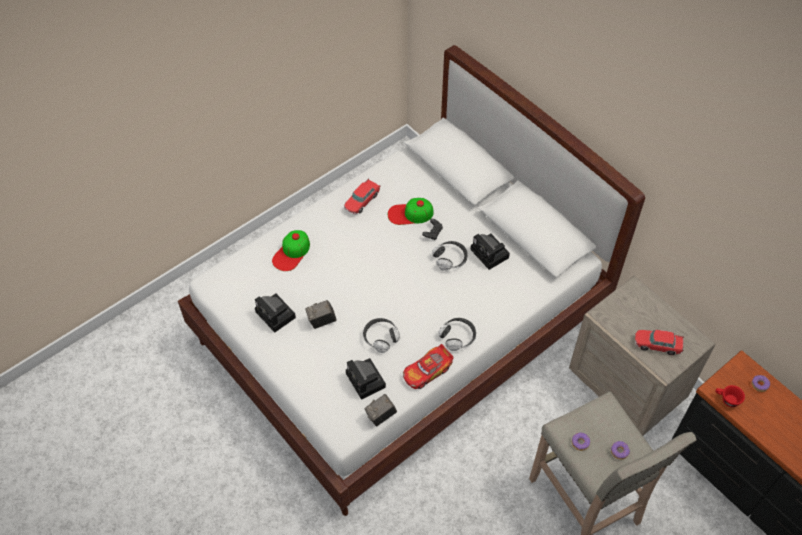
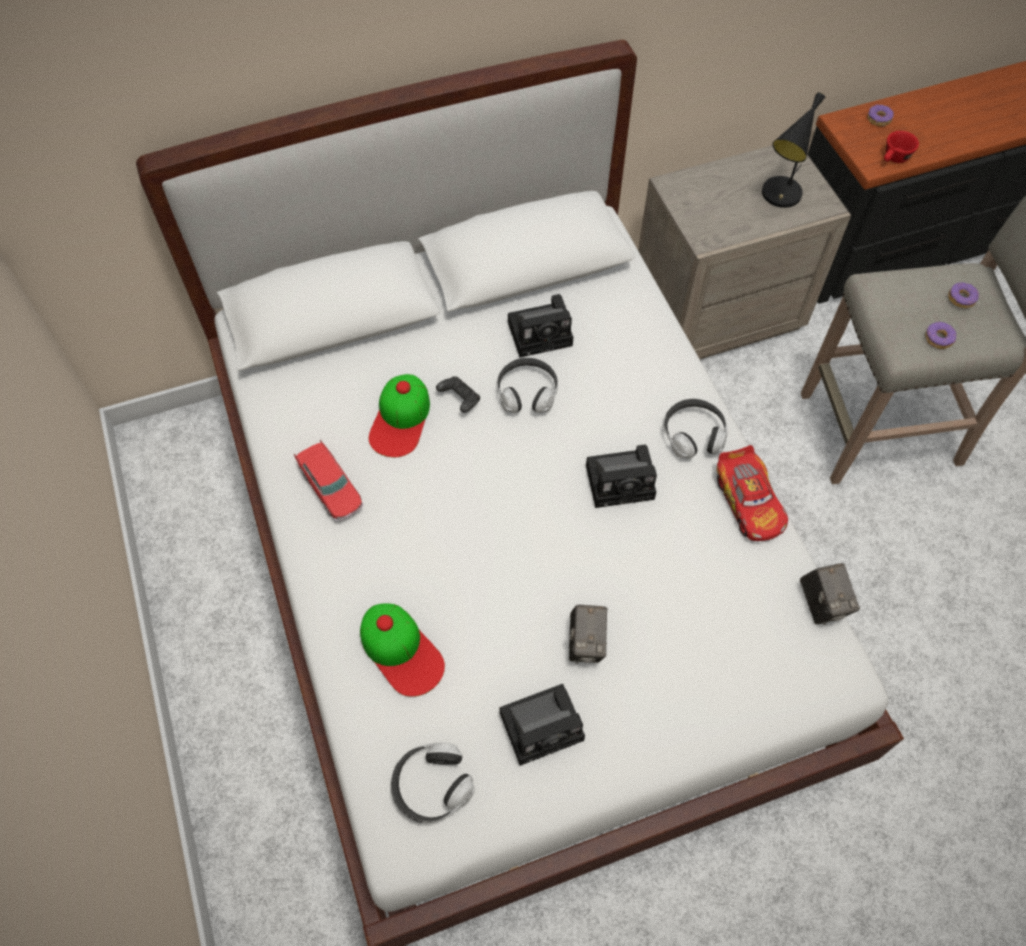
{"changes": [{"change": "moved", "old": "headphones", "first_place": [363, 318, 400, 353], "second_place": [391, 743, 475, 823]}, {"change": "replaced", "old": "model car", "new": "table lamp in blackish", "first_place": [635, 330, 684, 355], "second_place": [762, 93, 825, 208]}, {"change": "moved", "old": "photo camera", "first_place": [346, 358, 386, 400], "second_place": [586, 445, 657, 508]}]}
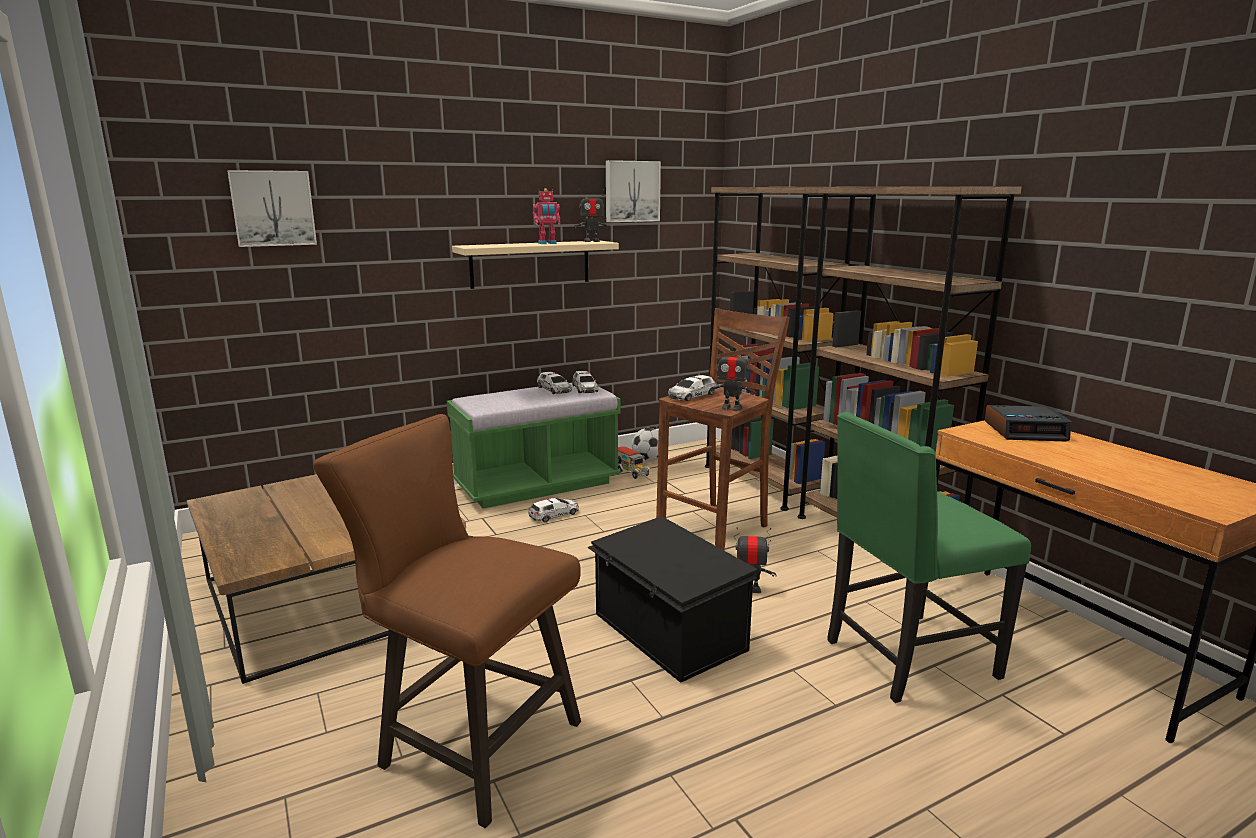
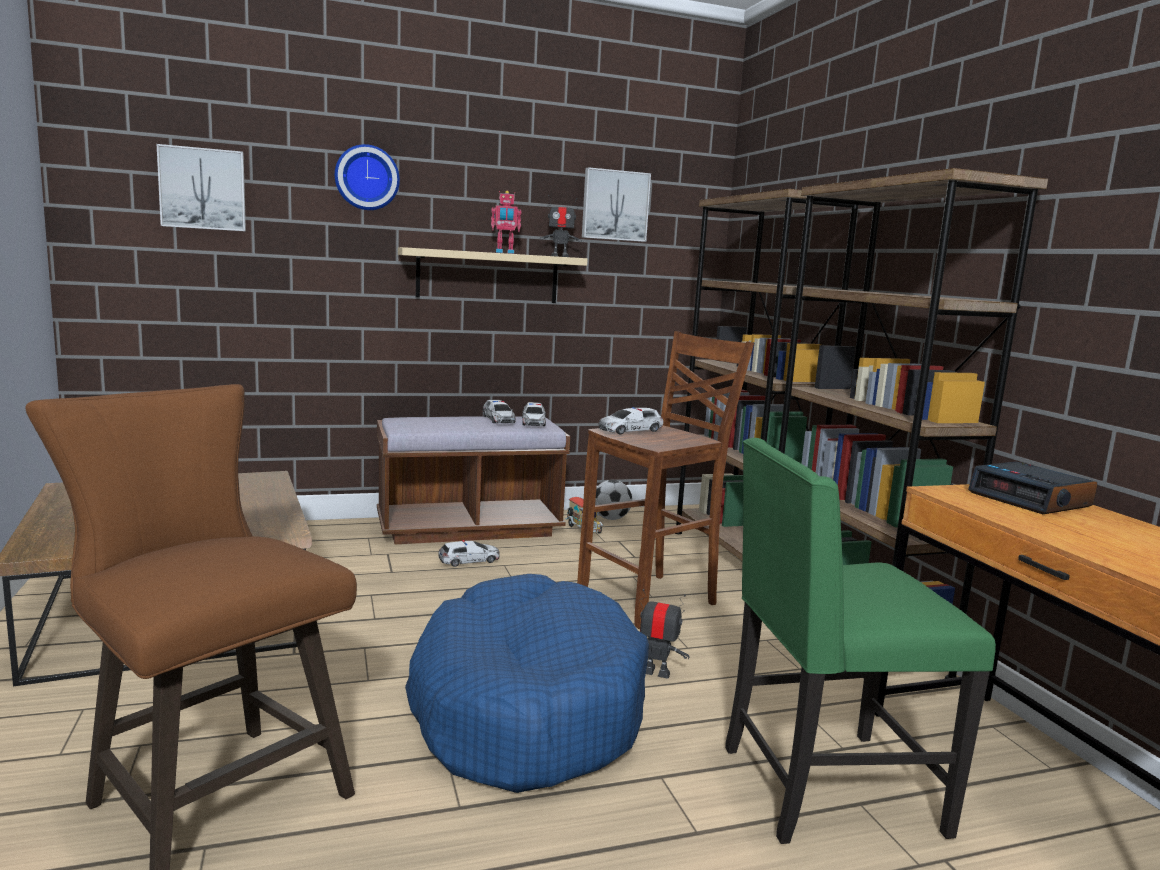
{"changes": [{"change": "removed", "old": "model robot", "first_place": [710, 344, 756, 411]}, {"change": "recoloured", "old": "indoor bench in greenish", "new": "indoor bench in brownish", "first_place": [447, 383, 621, 509], "second_place": [377, 416, 570, 544]}, {"change": "turned", "old": "bedside clock", "first_place": [985, 405, 1071, 441], "second_place": [968, 461, 1098, 514], "degrees": 45}, {"change": "replaced", "old": "storage bin in blackish", "new": "dog cushion in blue-coloured", "first_place": [587, 516, 758, 683], "second_place": [405, 574, 649, 793]}, {"change": "added", "new": "hanging clock", "second_place": [335, 144, 400, 210]}]}
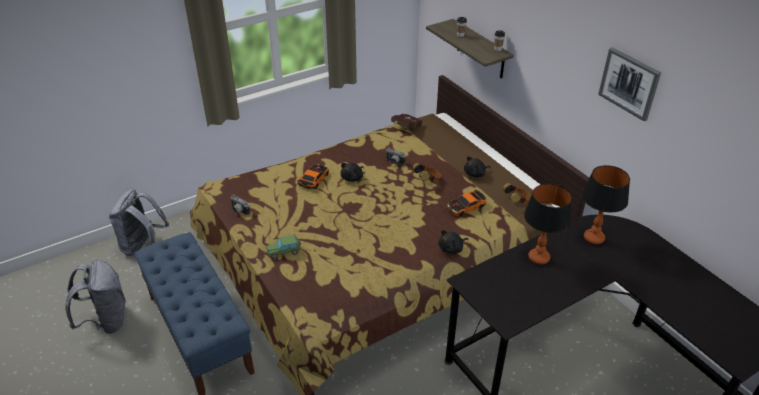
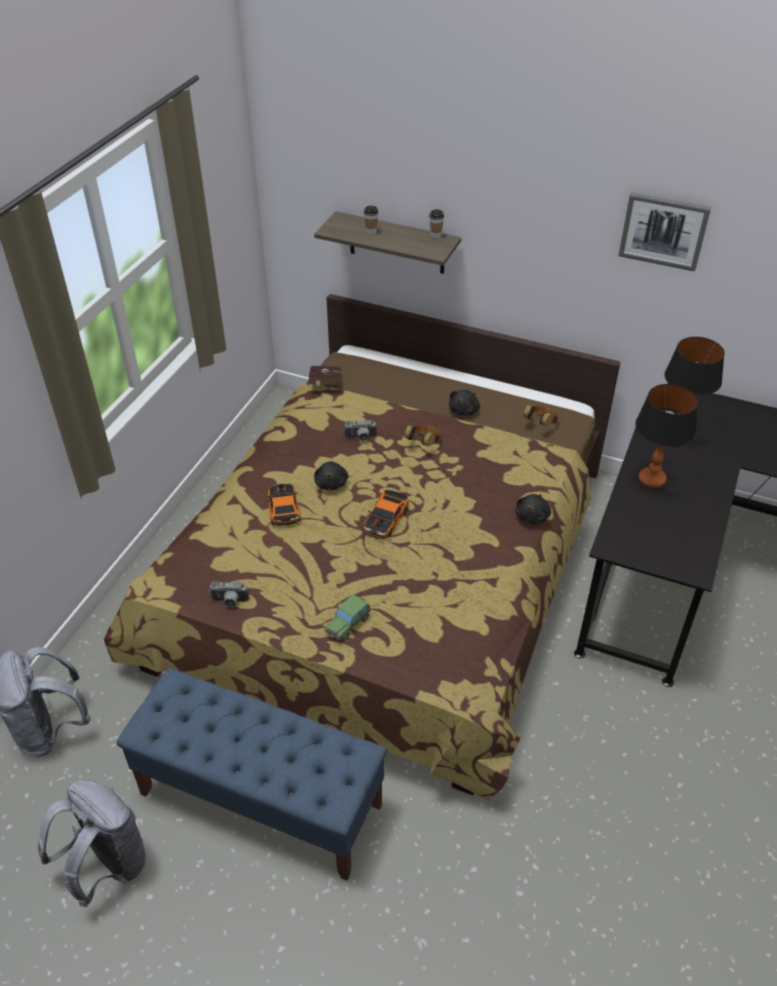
{"changes": [{"change": "moved", "old": "model car", "first_place": [447, 190, 486, 216], "second_place": [363, 490, 409, 539]}]}
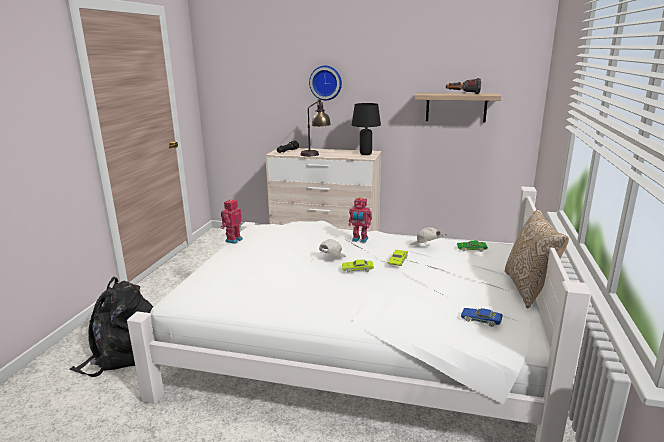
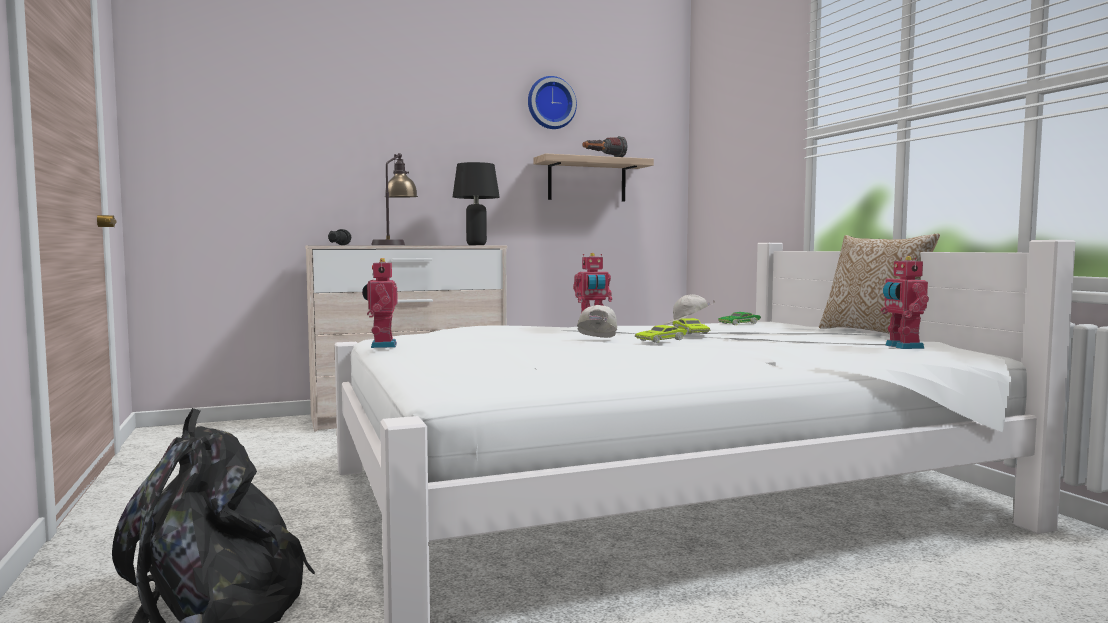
{"changes": [{"change": "moved", "old": "hanging clock", "first_place": [309, 66, 342, 100], "second_place": [528, 76, 577, 129]}, {"change": "replaced", "old": "model car in blue-coloured", "new": "model robot", "first_place": [461, 308, 503, 327], "second_place": [881, 256, 929, 349]}]}
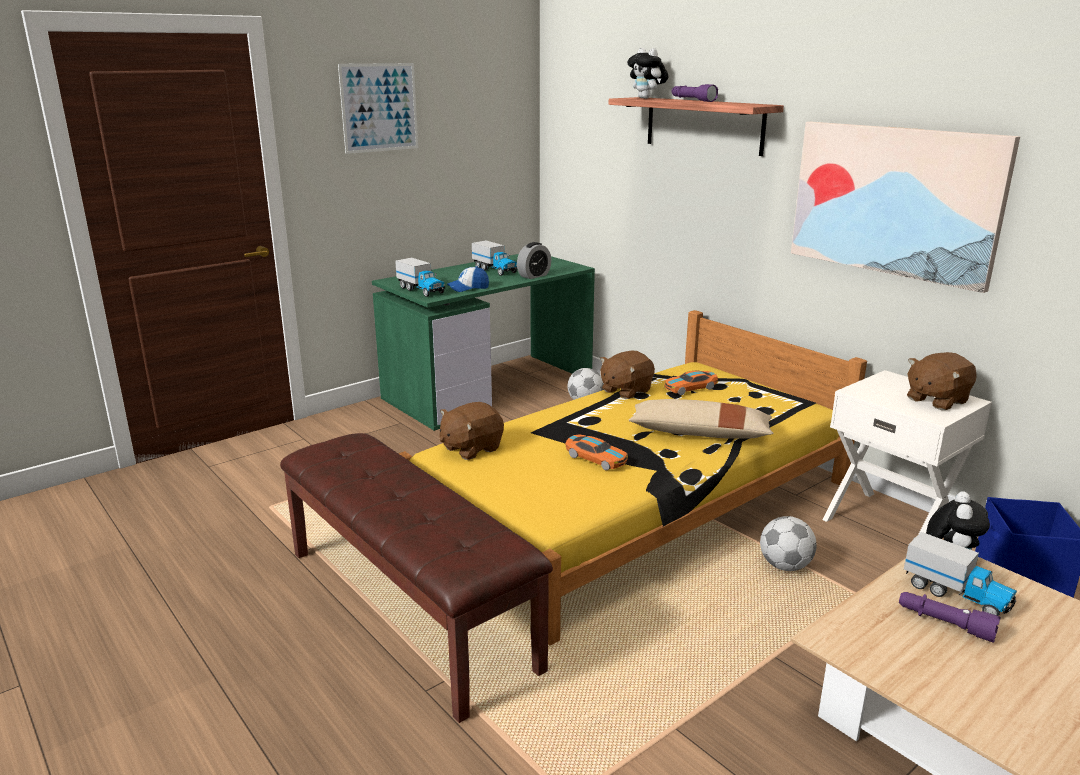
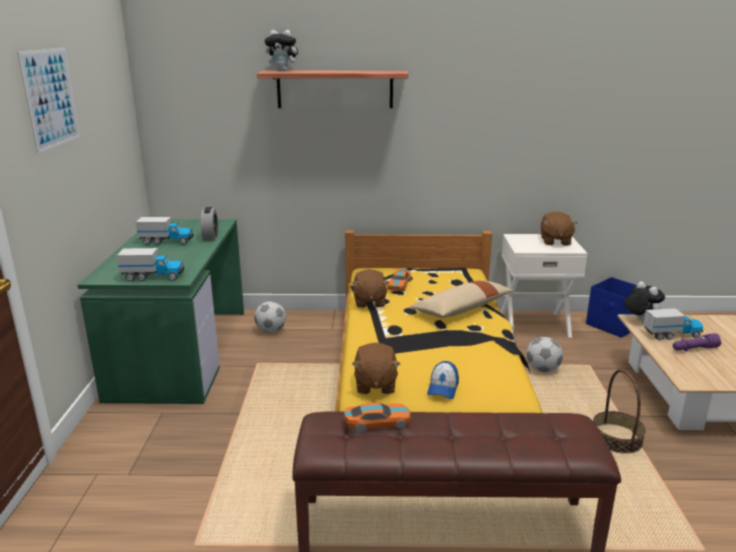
{"changes": [{"change": "removed", "old": "flashlight in purple", "first_place": [672, 84, 718, 102]}, {"change": "removed", "old": "picture", "first_place": [791, 122, 1020, 293]}, {"change": "moved", "old": "baseball cap", "first_place": [447, 266, 489, 292], "second_place": [427, 361, 459, 399]}, {"change": "moved", "old": "model car", "first_place": [565, 434, 628, 470], "second_place": [344, 403, 411, 433]}, {"change": "added", "new": "basket", "second_place": [593, 369, 646, 454]}]}
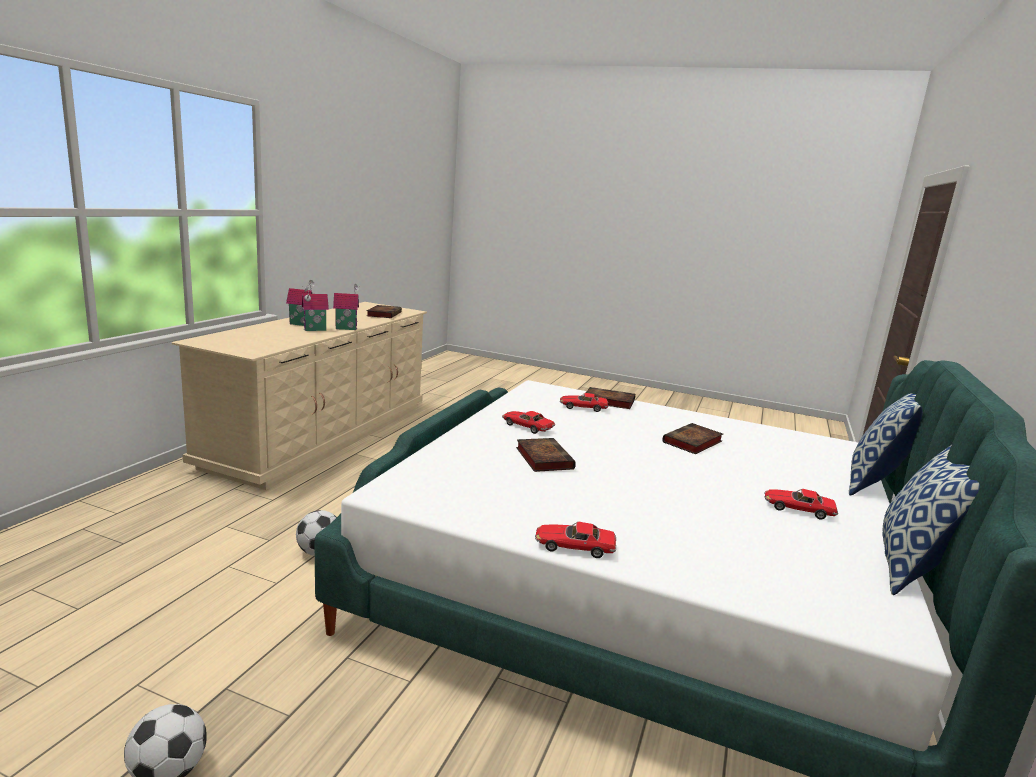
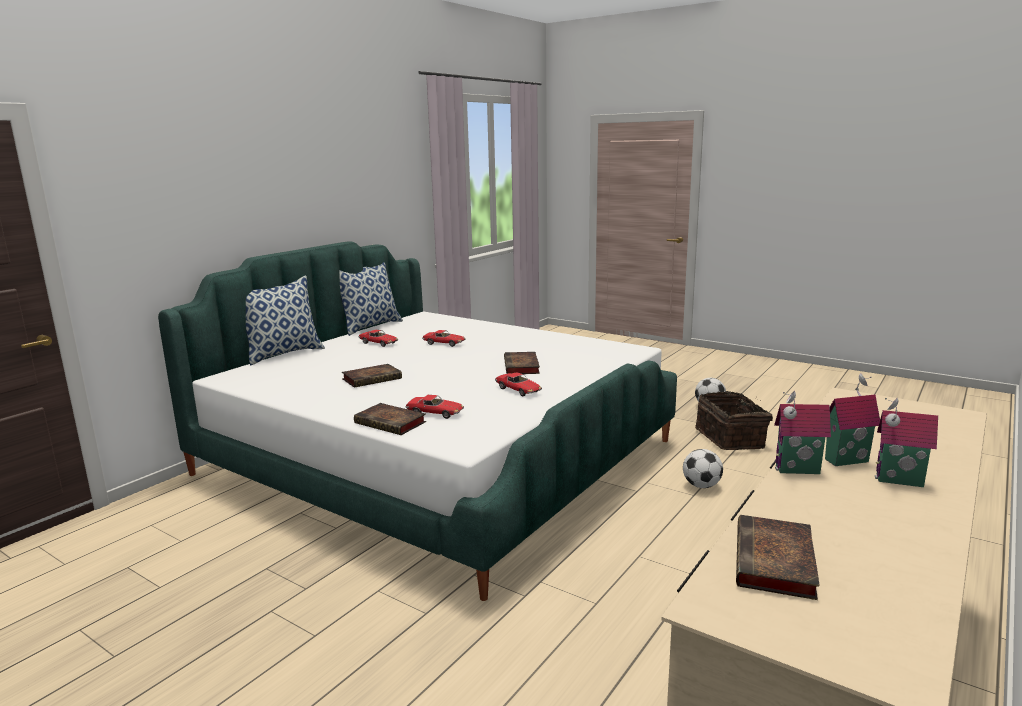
{"changes": [{"change": "moved", "old": "model car", "first_place": [535, 521, 616, 558], "second_place": [422, 330, 465, 347]}, {"change": "added", "new": "basket", "second_place": [695, 391, 773, 450]}]}
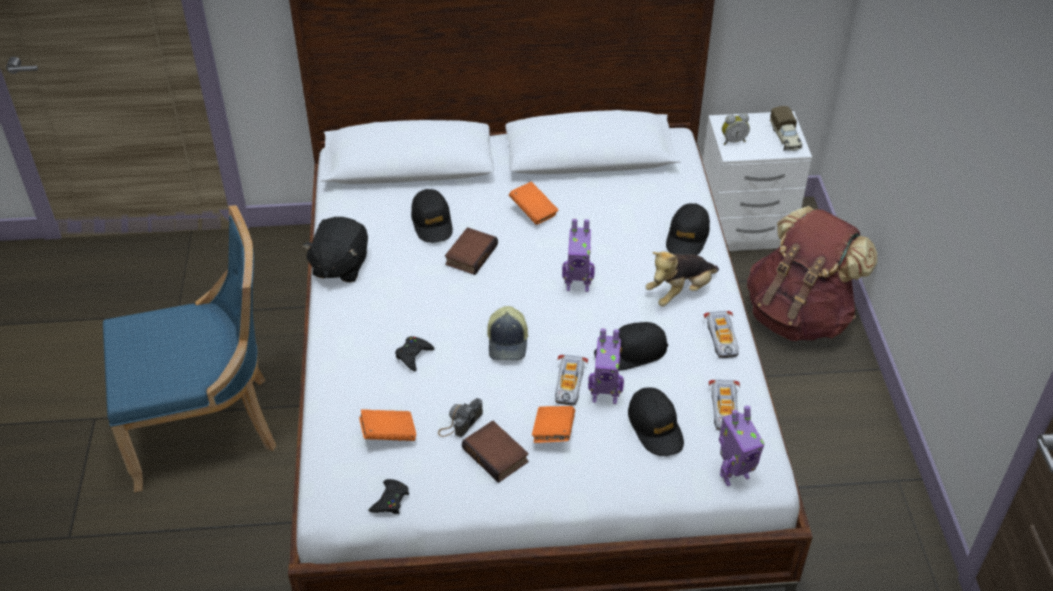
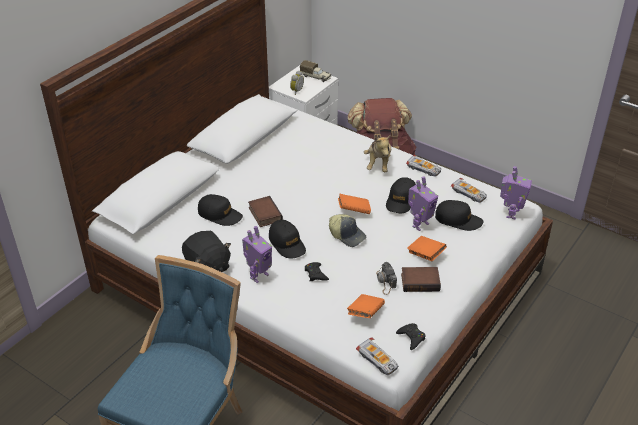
{"changes": [{"change": "moved", "old": "book in orangey", "first_place": [509, 182, 559, 225], "second_place": [338, 194, 371, 214]}, {"change": "moved", "old": "baseball cap in blackish", "first_place": [666, 203, 710, 255], "second_place": [269, 220, 306, 258]}, {"change": "moved", "old": "model robot", "first_place": [562, 219, 595, 292], "second_place": [242, 226, 272, 283]}, {"change": "moved", "old": "model car", "first_place": [555, 355, 588, 406], "second_place": [356, 337, 399, 375]}]}
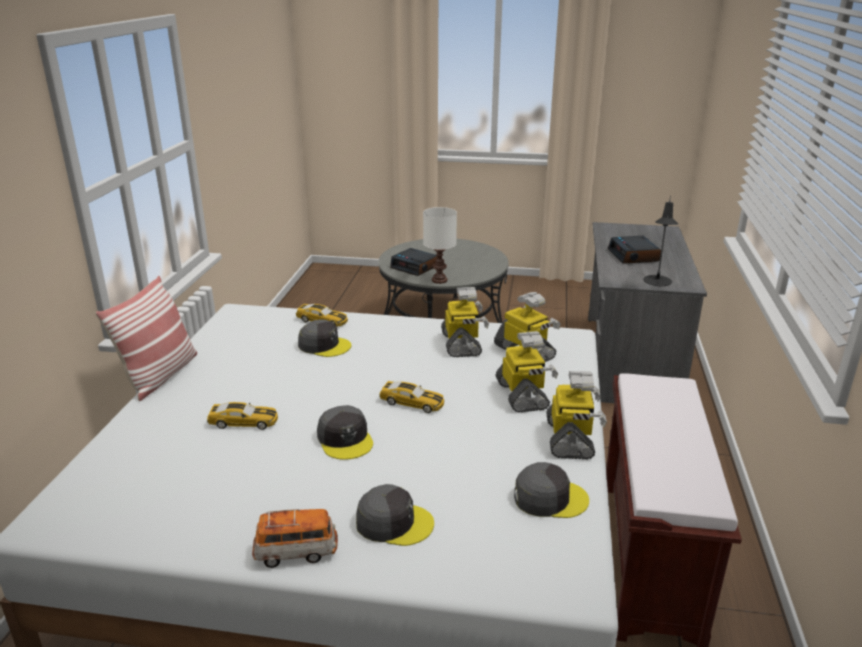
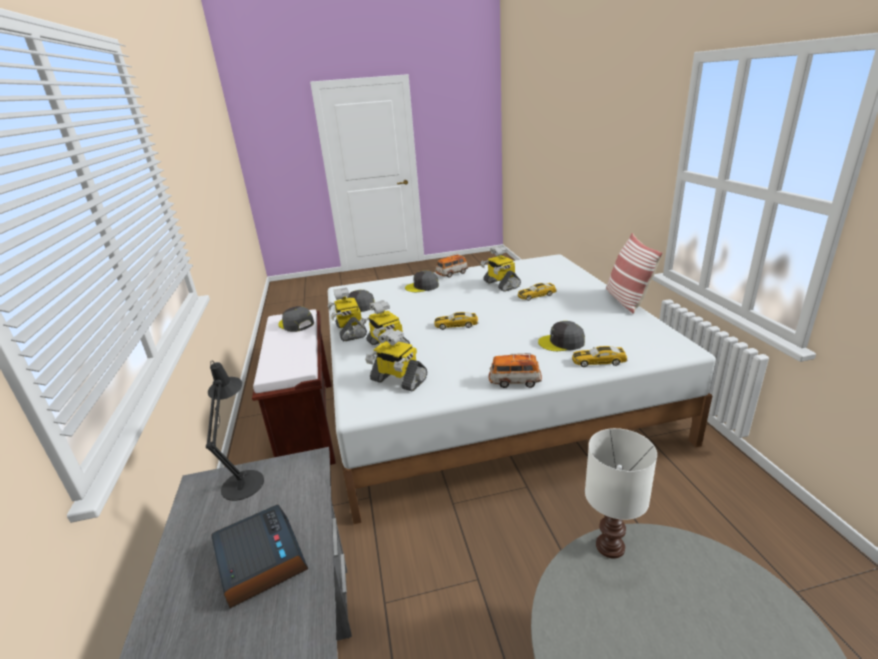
{"changes": [{"change": "removed", "old": "bedside clock", "first_place": [390, 248, 437, 276]}, {"change": "moved", "old": "model robot", "first_place": [441, 287, 489, 357], "second_place": [480, 246, 521, 291]}, {"change": "moved", "old": "baseball cap in grey", "first_place": [317, 405, 373, 460], "second_place": [278, 306, 314, 332]}, {"change": "added", "new": "model car", "second_place": [489, 353, 542, 388]}]}
